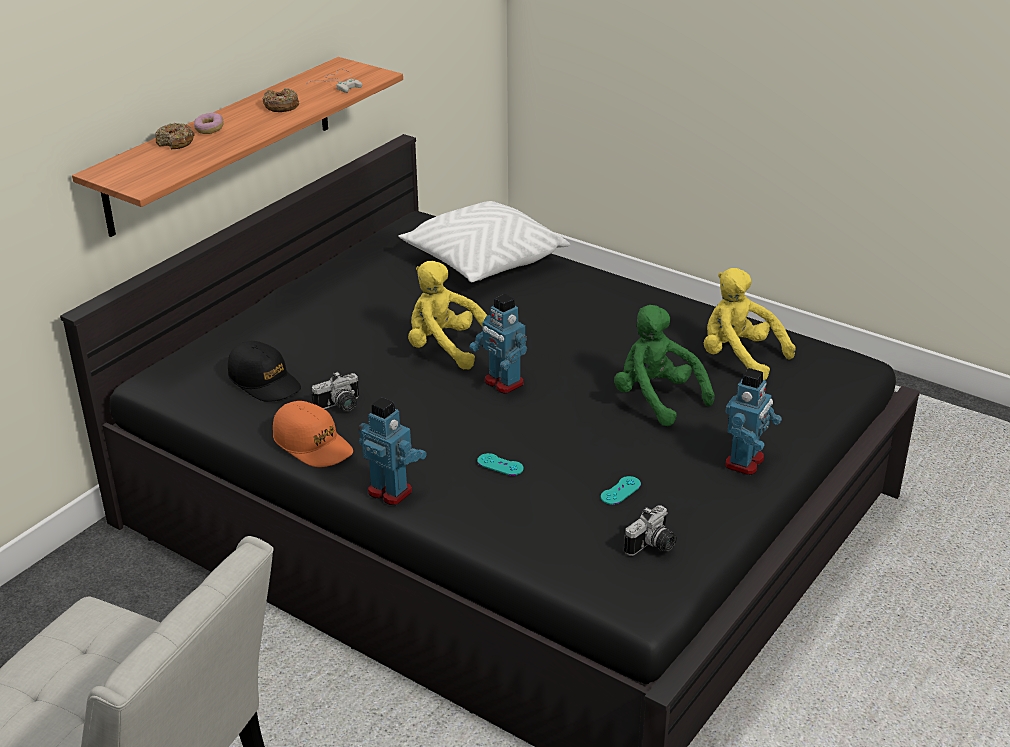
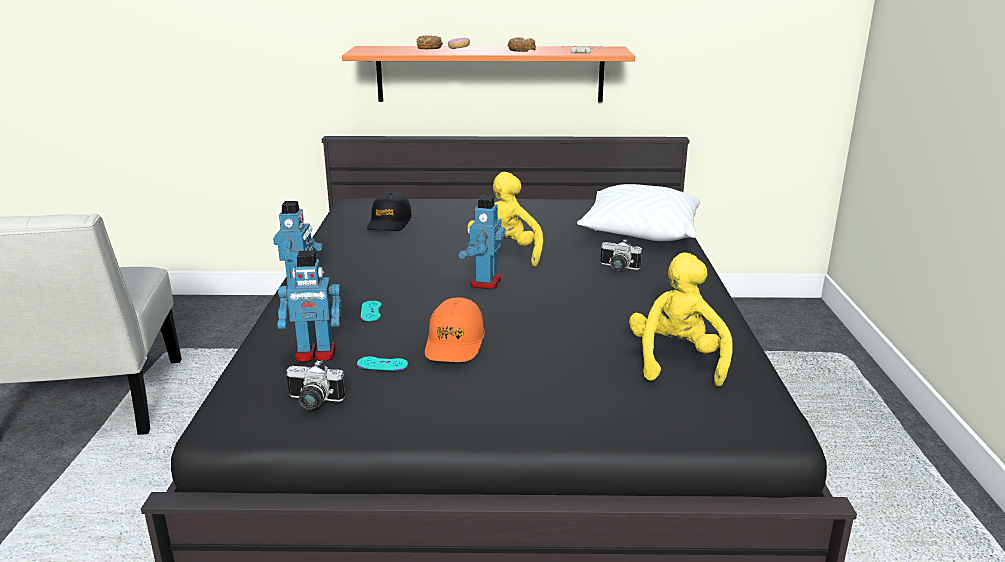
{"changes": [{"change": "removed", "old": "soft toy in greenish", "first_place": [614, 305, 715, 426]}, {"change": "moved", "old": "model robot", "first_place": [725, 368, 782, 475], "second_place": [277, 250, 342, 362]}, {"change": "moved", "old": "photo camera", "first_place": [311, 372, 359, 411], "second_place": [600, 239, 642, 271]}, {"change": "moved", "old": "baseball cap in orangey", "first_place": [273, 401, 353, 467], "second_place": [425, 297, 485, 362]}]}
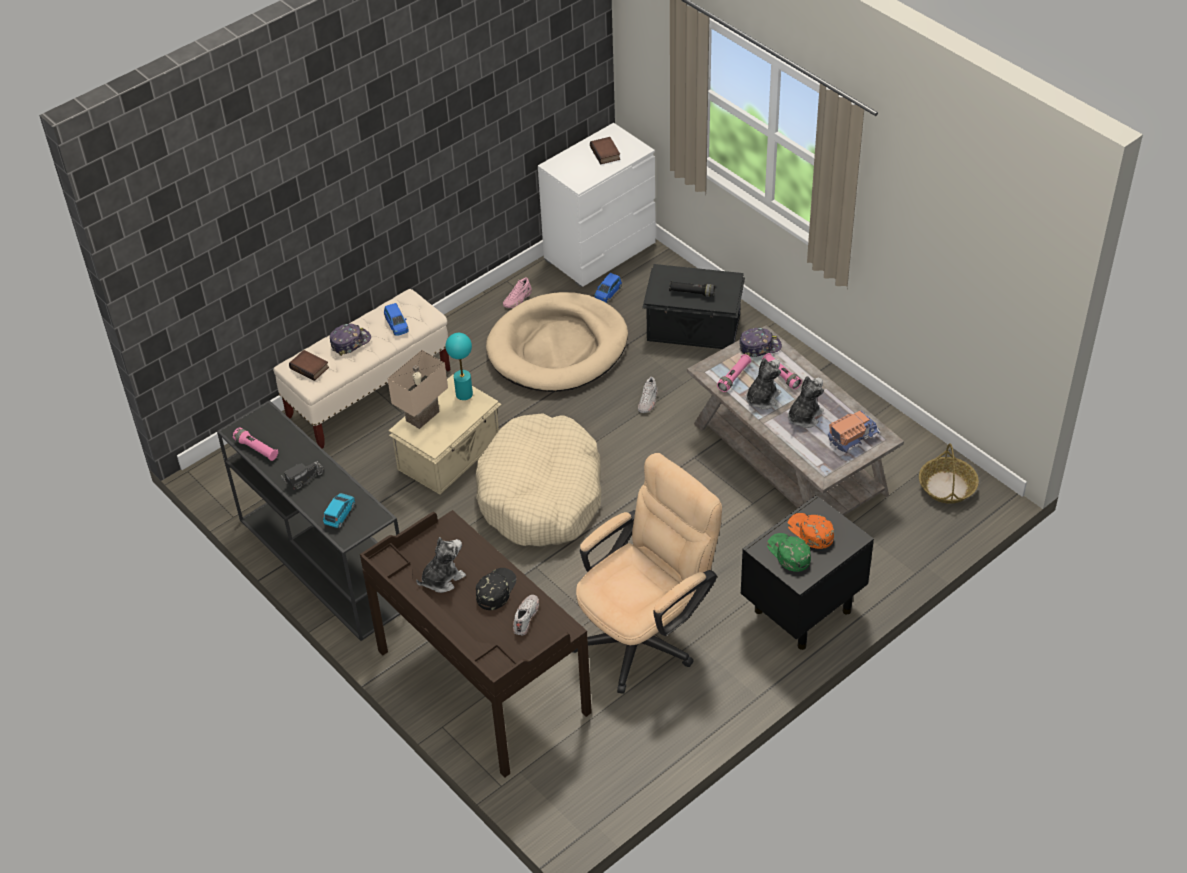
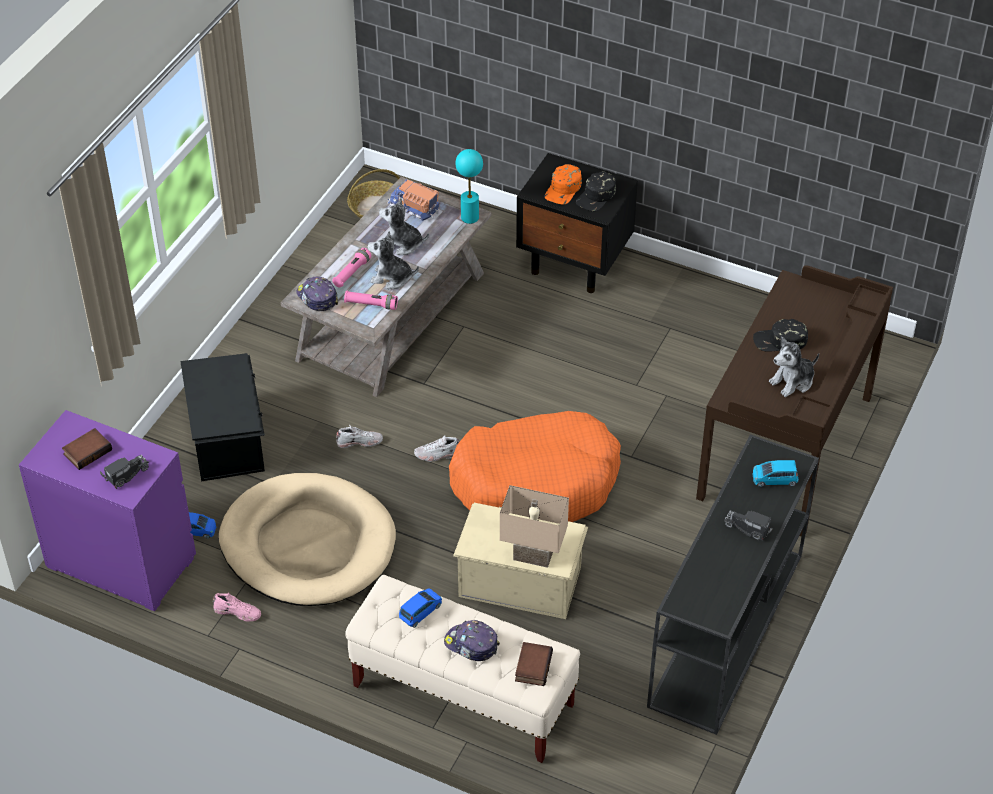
{"changes": [{"change": "recoloured", "old": "drawer chest in white", "new": "drawer chest in purple", "first_place": [538, 123, 656, 287], "second_place": [19, 410, 196, 611]}, {"change": "removed", "old": "flashlight in blackish", "first_place": [669, 281, 715, 297]}, {"change": "moved", "old": "table lamp in turquoise-coloured", "first_place": [446, 333, 473, 400], "second_place": [455, 149, 483, 224]}, {"change": "recoloured", "old": "dog cushion in beige-coloured", "new": "dog cushion in orangey", "first_place": [475, 413, 601, 547], "second_place": [449, 411, 621, 522]}, {"change": "removed", "old": "flashlight in pinkish", "first_place": [233, 428, 278, 461]}, {"change": "removed", "old": "computer chair in beige-coloured", "first_place": [573, 453, 722, 694]}, {"change": "recoloured", "old": "baseball cap in greenish", "new": "baseball cap in blackish", "first_place": [767, 533, 811, 572], "second_place": [576, 172, 616, 211]}, {"change": "turned", "old": "soft toy", "first_place": [416, 537, 466, 593], "second_place": [769, 337, 819, 397], "degrees": -60}, {"change": "moved", "old": "shoe in white", "first_place": [513, 595, 539, 635], "second_place": [414, 435, 459, 462]}, {"change": "added", "new": "model truck", "second_place": [100, 455, 149, 489]}]}
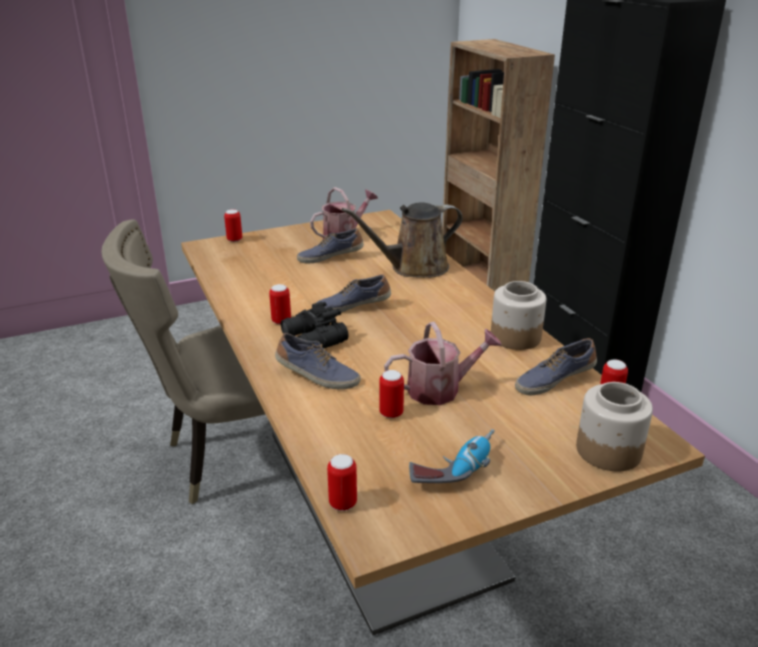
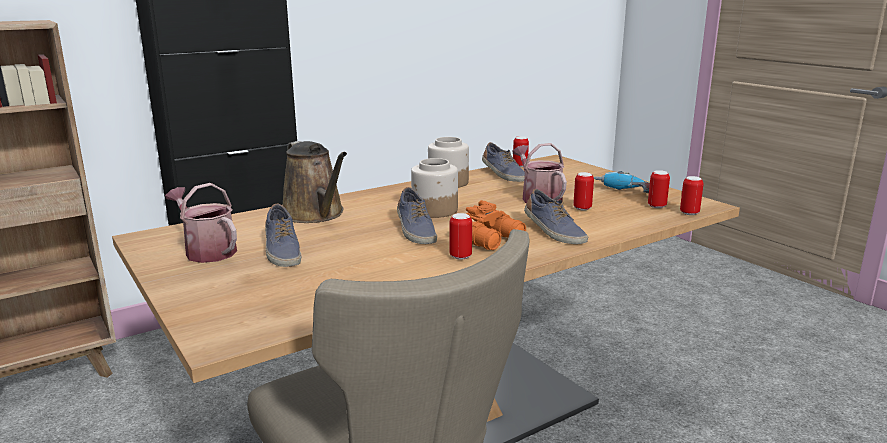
{"changes": [{"change": "moved", "old": "can", "first_place": [224, 209, 242, 242], "second_place": [648, 170, 670, 208]}, {"change": "recoloured", "old": "pair of binoculars in blackish", "new": "pair of binoculars in orangey", "first_place": [281, 302, 349, 348], "second_place": [466, 200, 526, 250]}, {"change": "turned", "old": "shoe", "first_place": [275, 333, 361, 389], "second_place": [524, 189, 588, 244], "degrees": 135}, {"change": "moved", "old": "jar", "first_place": [576, 382, 653, 472], "second_place": [411, 158, 458, 218]}]}
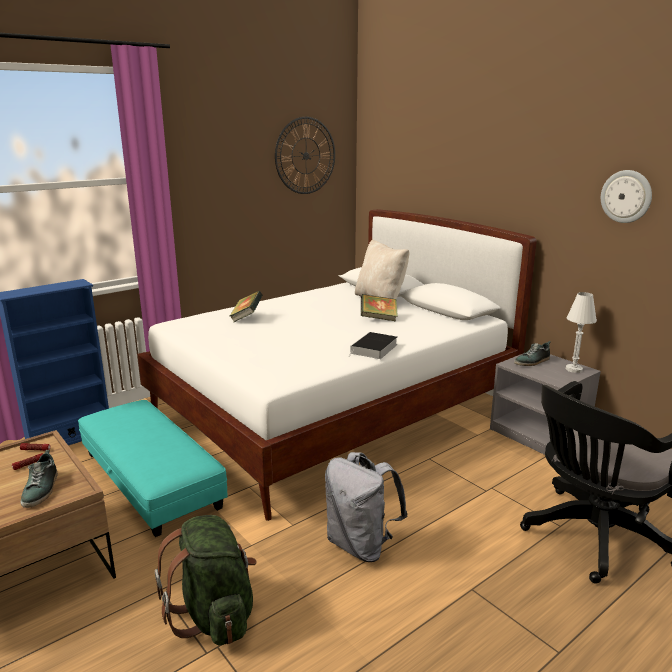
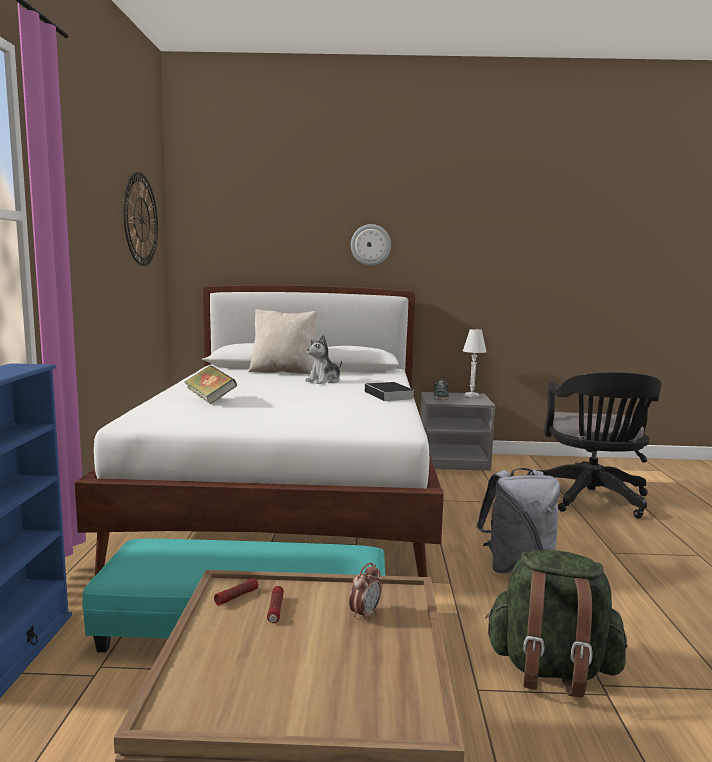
{"changes": [{"change": "moved", "old": "hanging clock", "first_place": [601, 170, 652, 223], "second_place": [351, 224, 391, 266]}, {"change": "replaced", "old": "book", "new": "soft toy", "first_place": [361, 294, 398, 321], "second_place": [305, 335, 342, 384]}, {"change": "replaced", "old": "shoe", "new": "bedside clock", "first_place": [21, 450, 58, 508], "second_place": [349, 562, 381, 622]}]}
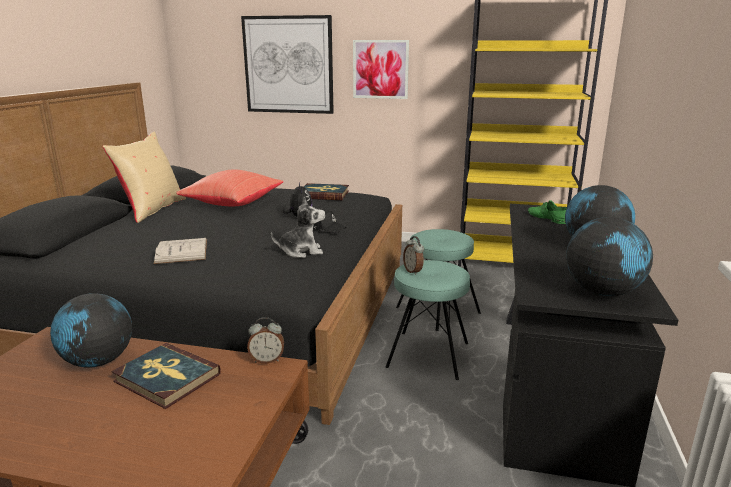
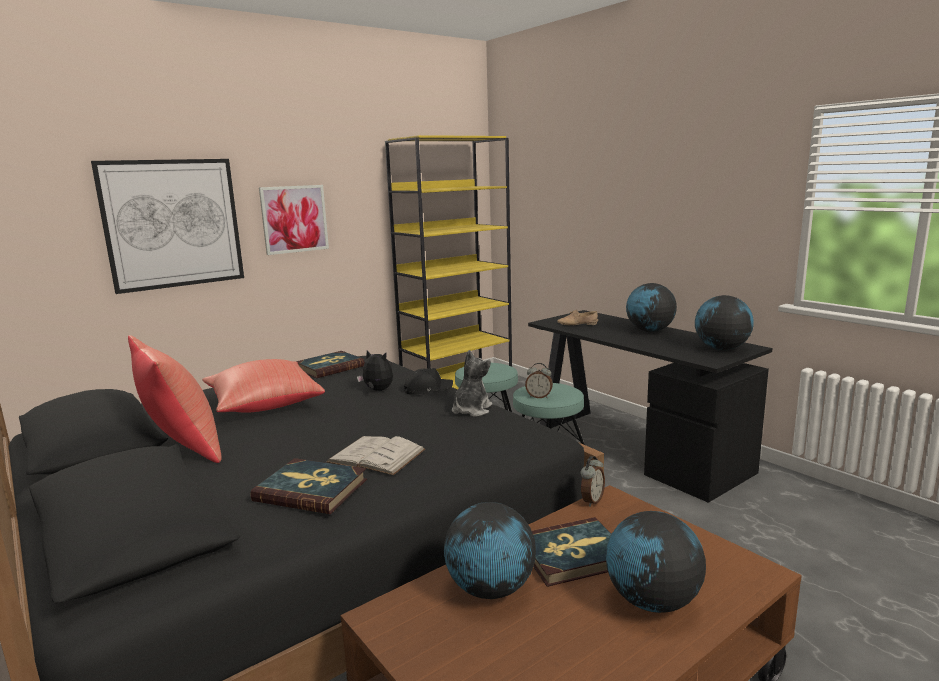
{"changes": [{"change": "recoloured", "old": "throw pillow in beige-coloured", "new": "throw pillow in reddish", "first_place": [103, 132, 186, 223], "second_place": [128, 335, 222, 463]}, {"change": "recoloured", "old": "shoe in greenish", "new": "shoe in beige-coloured", "first_place": [528, 200, 567, 224], "second_place": [558, 310, 598, 325]}, {"change": "added", "new": "book", "second_place": [251, 458, 367, 514]}, {"change": "added", "new": "globe", "second_place": [606, 511, 706, 613]}]}
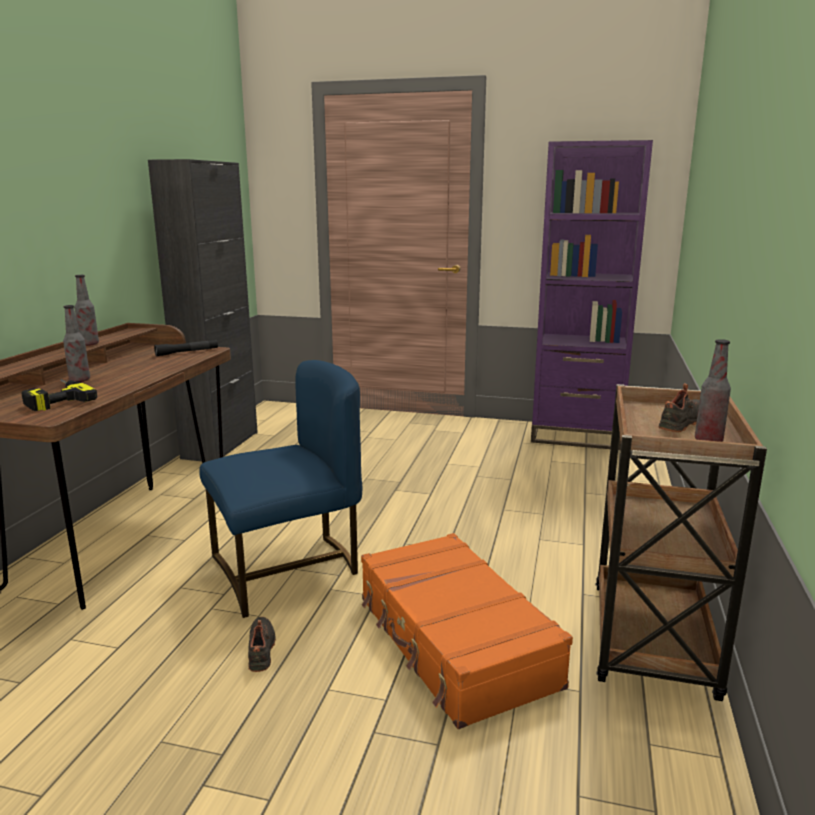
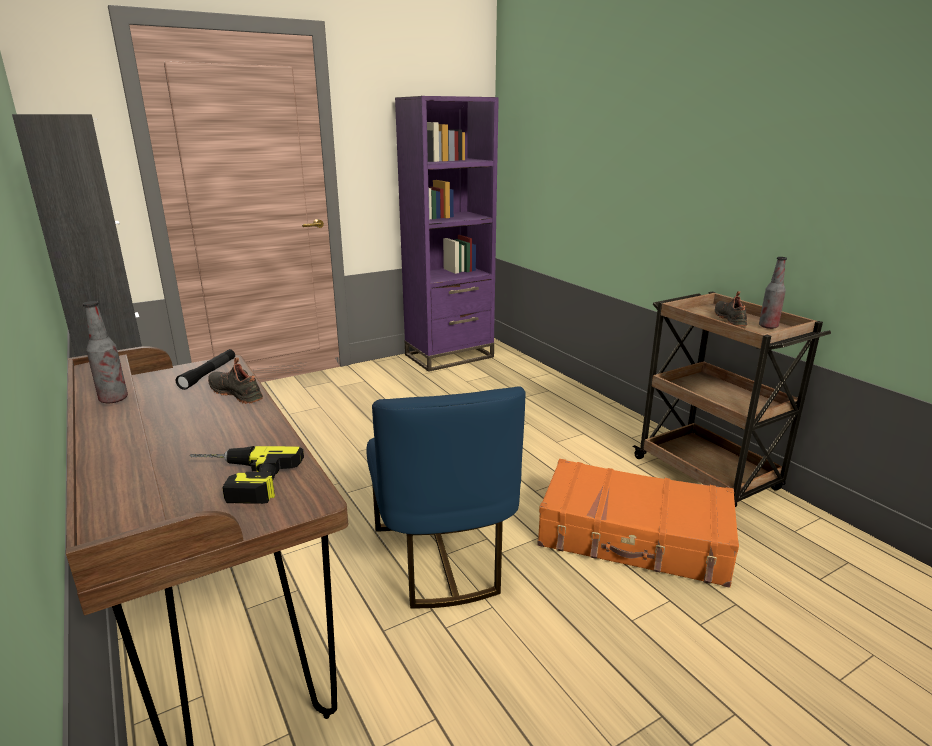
{"changes": [{"change": "removed", "old": "beverage bottle", "first_place": [63, 305, 90, 382]}, {"change": "turned", "old": "upright chair in blue-coloured", "first_place": [199, 360, 362, 618], "second_place": [367, 386, 526, 608], "degrees": 150}, {"change": "moved", "old": "shoe in blackish", "first_place": [248, 617, 276, 672], "second_place": [208, 357, 263, 404]}]}
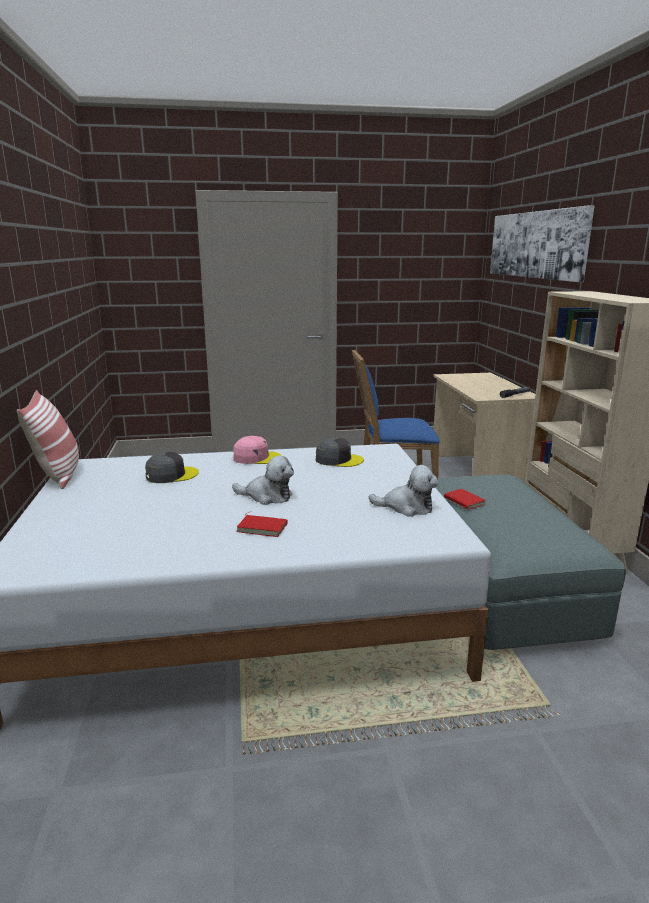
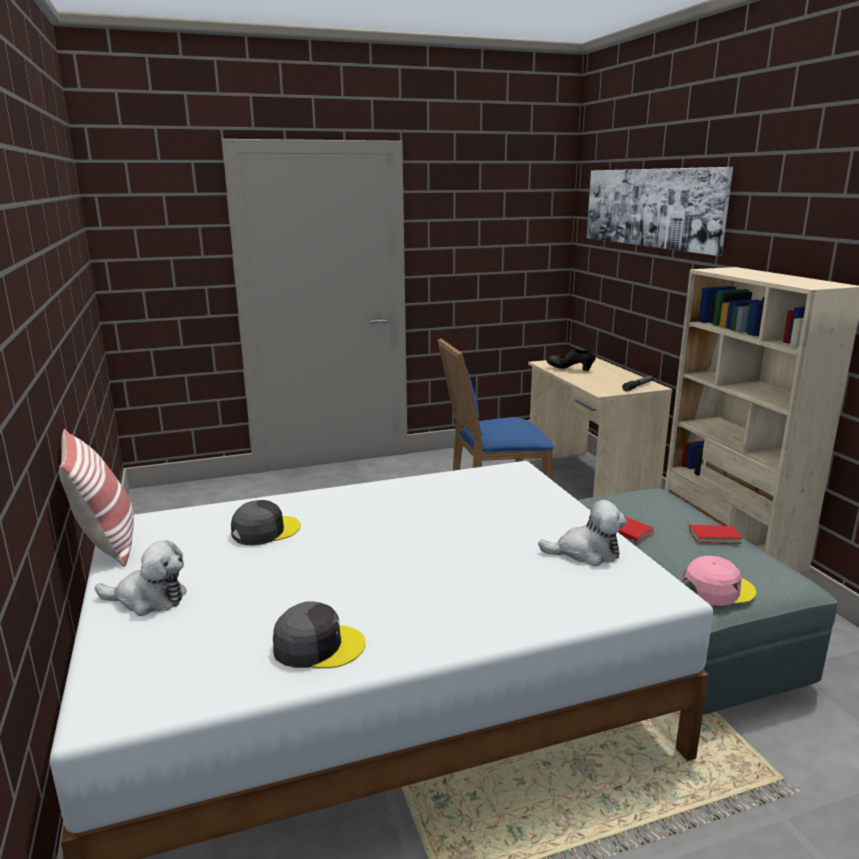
{"changes": [{"change": "moved", "old": "baseball cap in pinkish", "first_place": [233, 436, 281, 464], "second_place": [682, 556, 756, 606]}, {"change": "moved", "old": "baseball cap in grey", "first_place": [316, 437, 364, 467], "second_place": [273, 601, 366, 668]}, {"change": "moved", "old": "soft toy", "first_place": [232, 456, 294, 505], "second_place": [95, 540, 187, 616]}, {"change": "moved", "old": "book in reddish", "first_place": [236, 512, 288, 537], "second_place": [688, 521, 743, 544]}, {"change": "added", "new": "shoe in blackish", "second_place": [547, 349, 596, 371]}]}
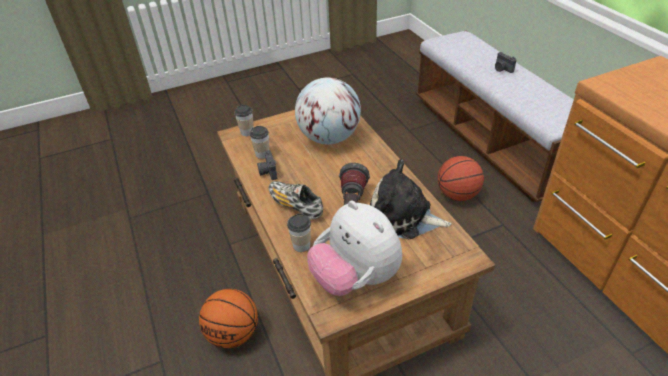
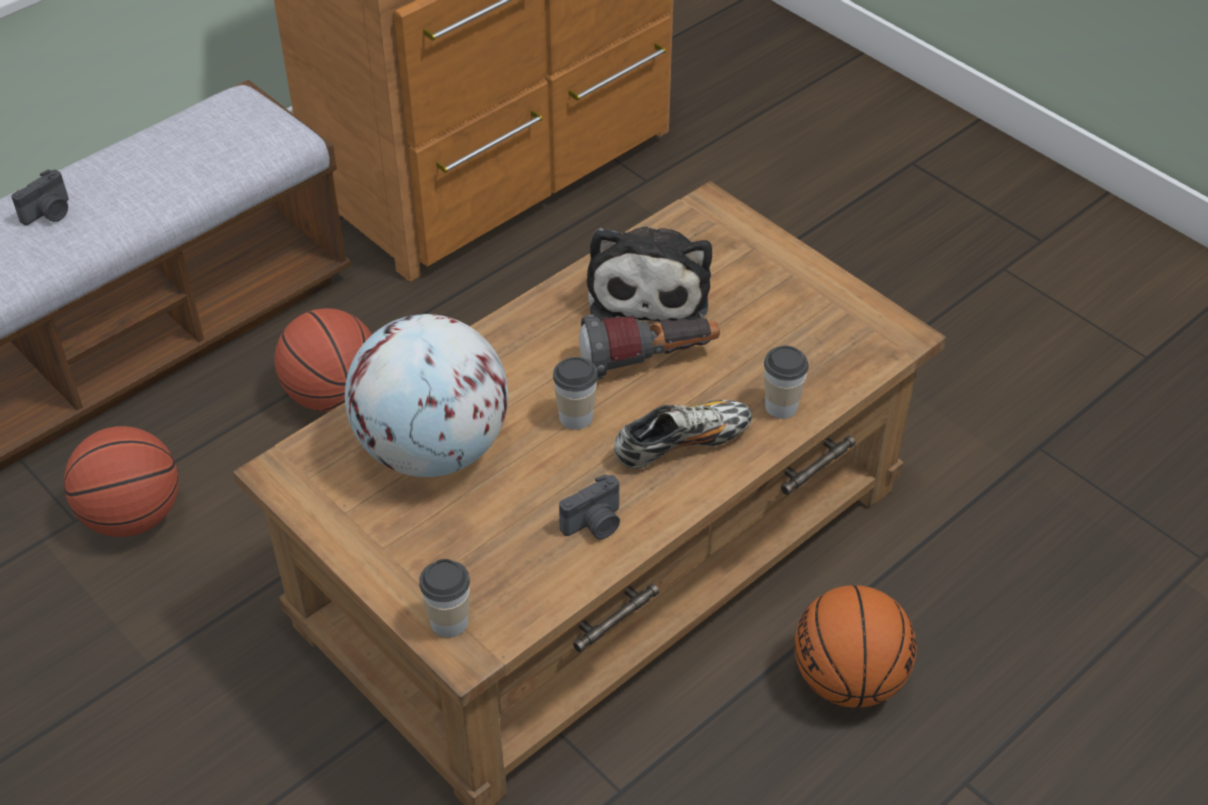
{"changes": [{"change": "moved", "old": "cup", "first_place": [250, 126, 269, 159], "second_place": [553, 357, 598, 430]}, {"change": "turned", "old": "shoe", "first_place": [269, 181, 323, 220], "second_place": [614, 400, 752, 469], "degrees": -135}, {"change": "removed", "old": "soft toy", "first_place": [307, 200, 402, 296]}, {"change": "added", "new": "basketball ball", "second_place": [64, 426, 179, 537]}]}
